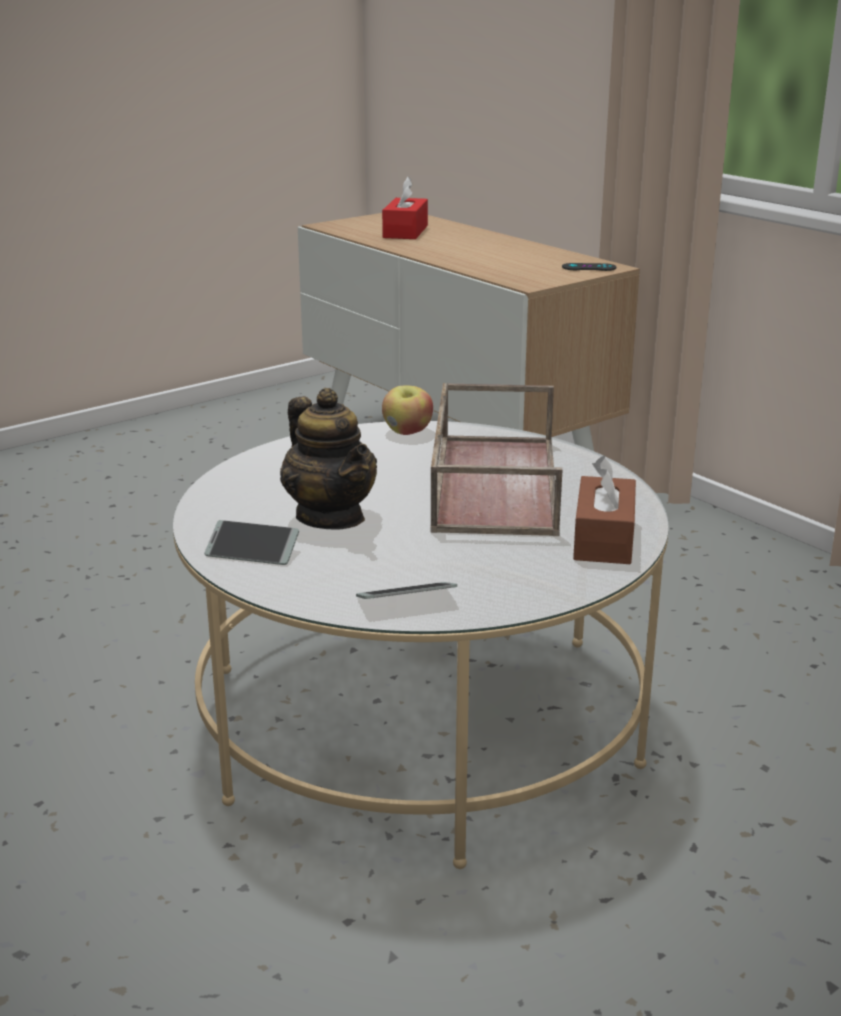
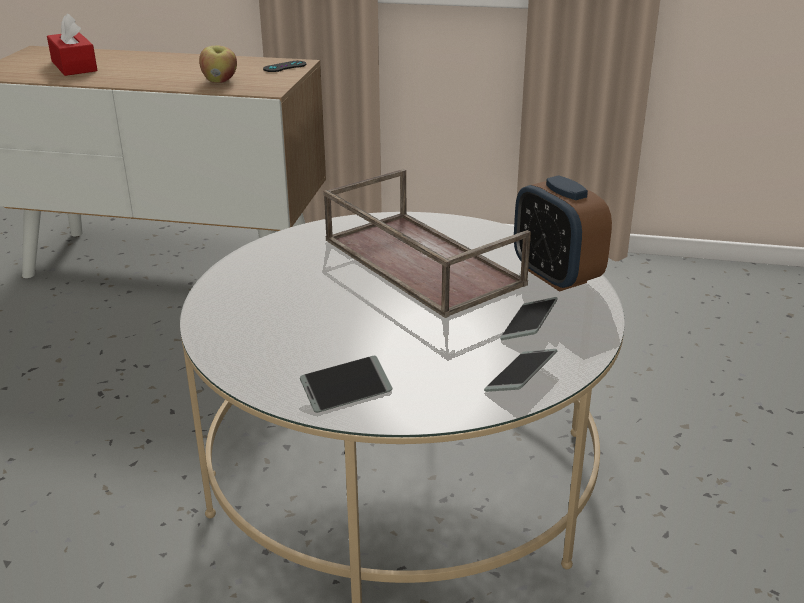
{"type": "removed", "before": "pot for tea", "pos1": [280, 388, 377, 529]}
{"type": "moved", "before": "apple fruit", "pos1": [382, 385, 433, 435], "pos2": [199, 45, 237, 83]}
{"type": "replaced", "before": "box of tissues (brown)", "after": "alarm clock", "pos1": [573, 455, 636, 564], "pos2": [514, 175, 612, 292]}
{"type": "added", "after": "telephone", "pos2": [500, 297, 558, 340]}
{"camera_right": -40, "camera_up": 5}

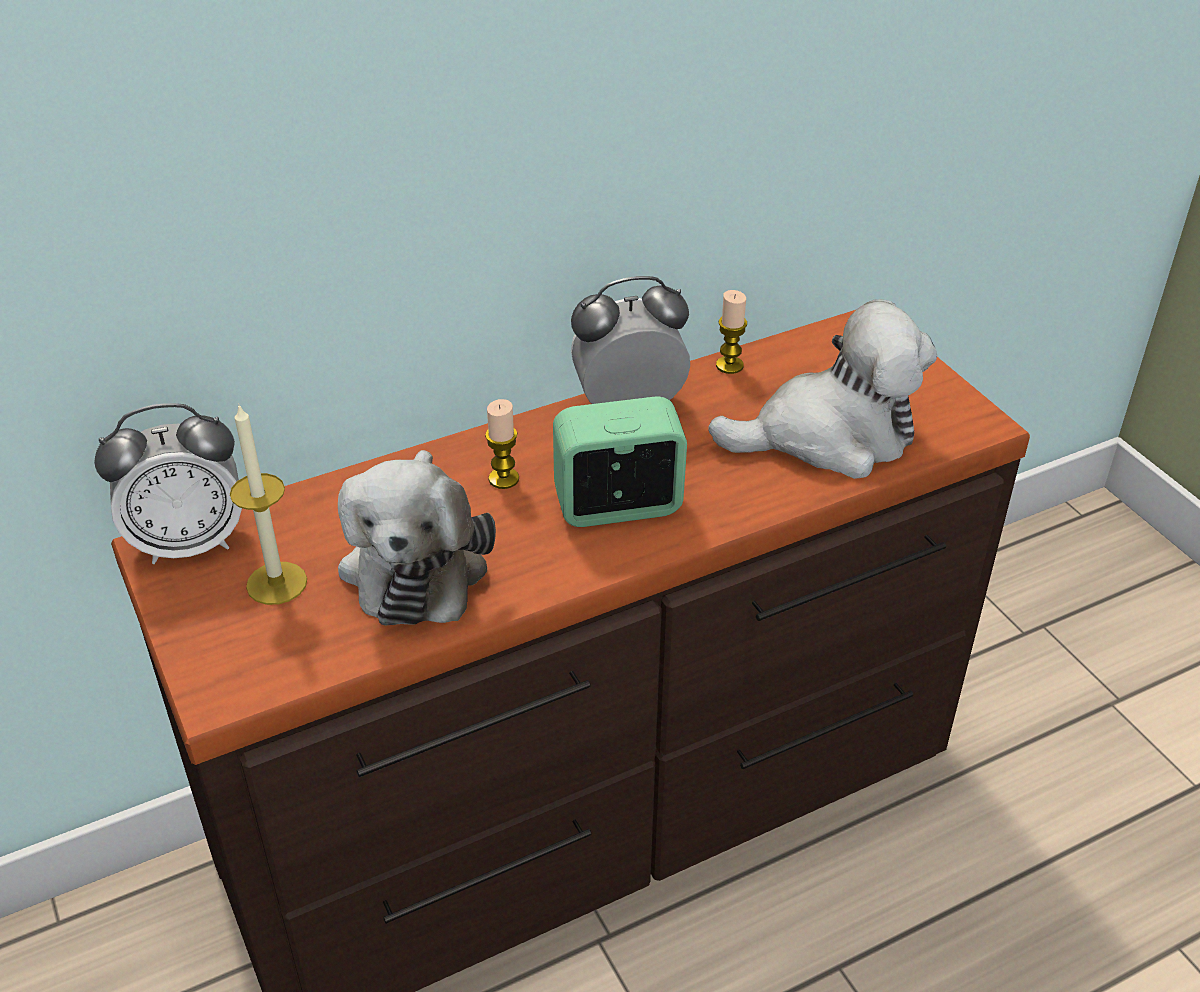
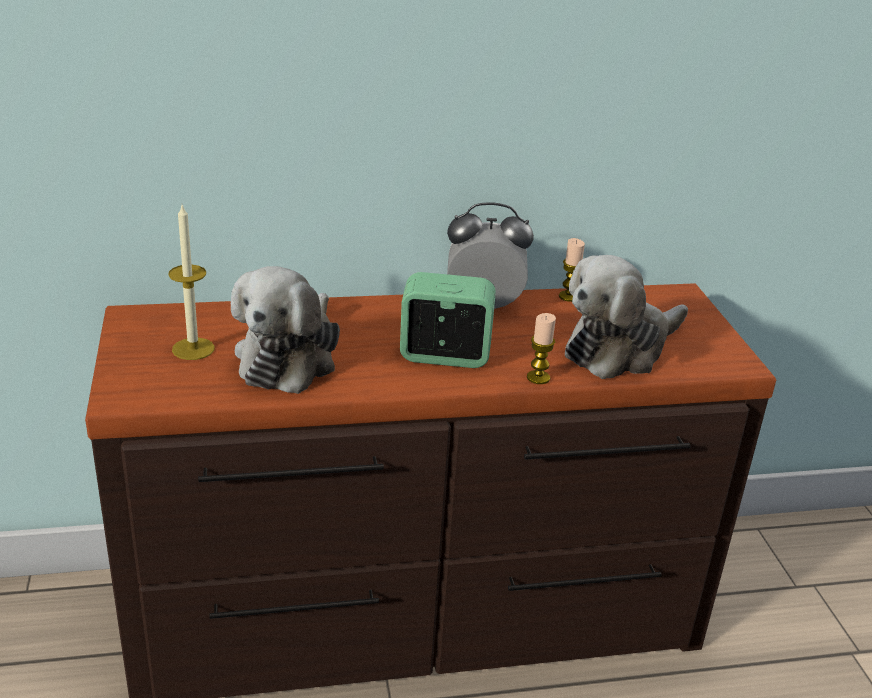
{"type": "removed", "before": "alarm clock", "pos1": [94, 403, 242, 564]}
{"type": "moved", "before": "candle", "pos1": [485, 399, 519, 489], "pos2": [527, 313, 556, 384]}
{"type": "turned", "before": "cuddly toy", "pos1": [708, 299, 937, 479], "pos2": [565, 255, 688, 379], "turn": 135}
{"camera_right": 15, "camera_up": -10}

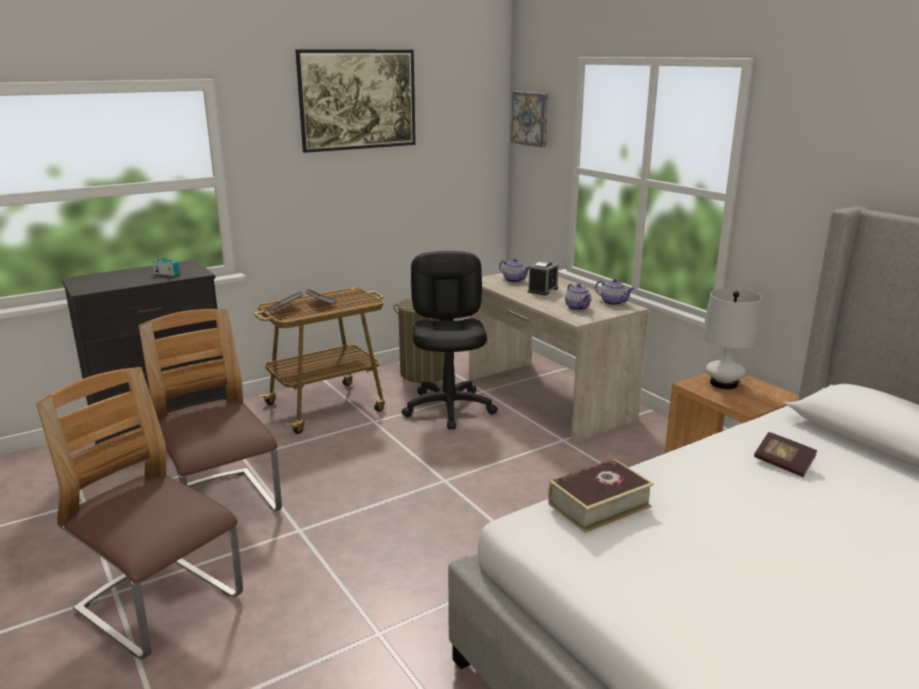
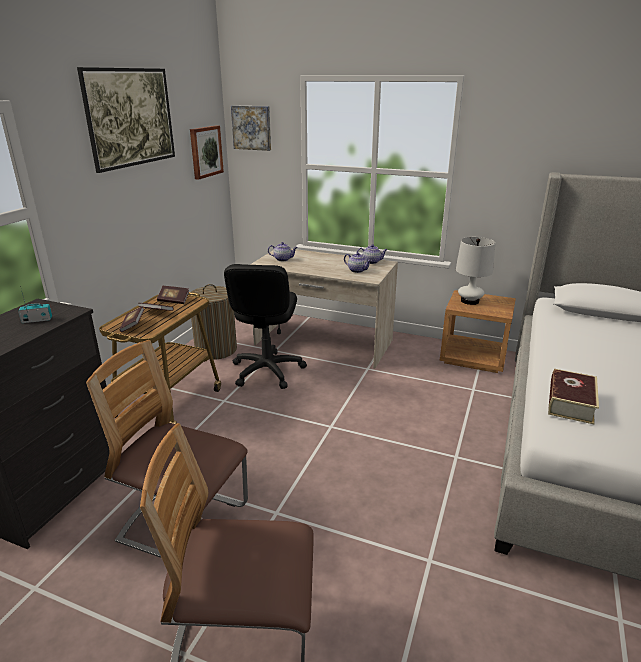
{"type": "turned", "before": "office chair (black)", "pos1": [402, 251, 498, 429], "pos2": [224, 264, 307, 389], "turn": -135}
{"type": "removed", "before": "alarm clock", "pos1": [528, 261, 559, 296]}
{"type": "moved", "before": "bound book", "pos1": [754, 432, 817, 477], "pos2": [157, 286, 189, 304]}
{"type": "added", "after": "picture", "pos2": [190, 125, 224, 180]}
{"camera_right": -35, "camera_up": 5}

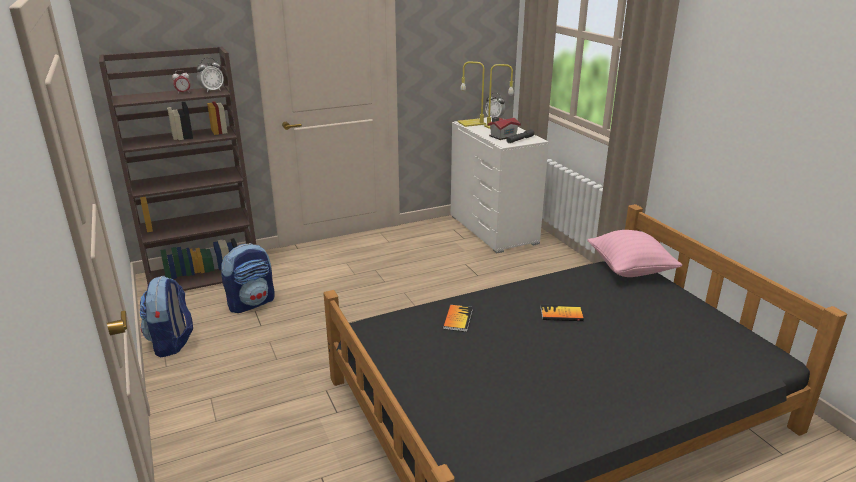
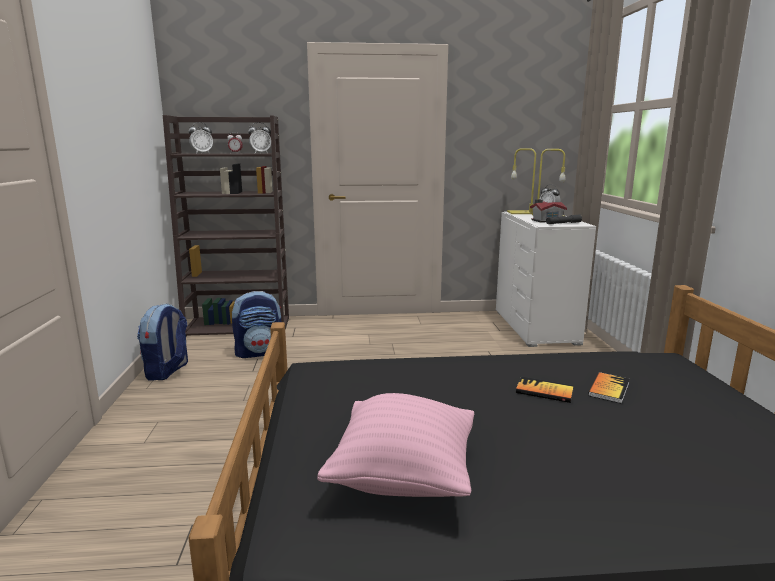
{"type": "moved", "before": "bound book", "pos1": [443, 305, 473, 332], "pos2": [588, 372, 630, 404]}
{"type": "moved", "before": "cushion (pinkish)", "pos1": [587, 230, 682, 277], "pos2": [317, 393, 474, 497]}
{"type": "added", "after": "alarm clock", "pos2": [188, 122, 213, 154]}
{"camera_right": 20, "camera_up": -10}

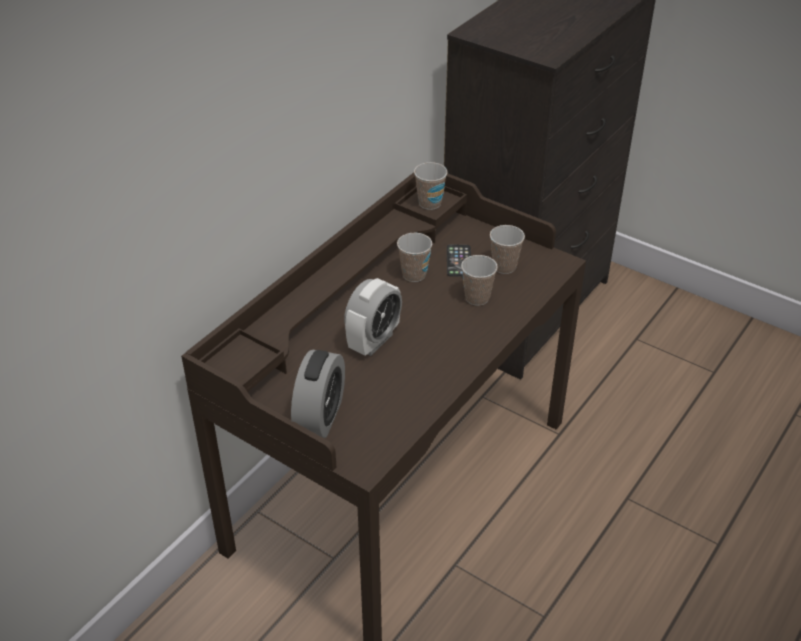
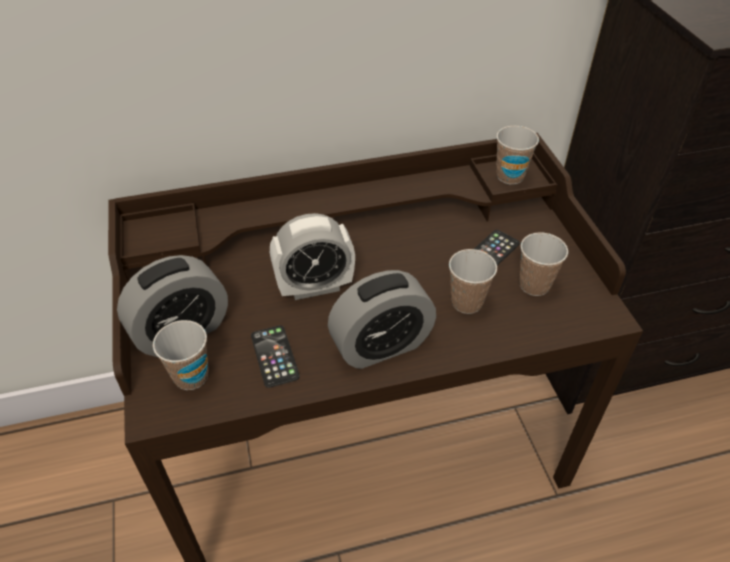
{"type": "moved", "before": "drinking cup", "pos1": [397, 233, 432, 282], "pos2": [153, 320, 209, 390]}
{"type": "added", "after": "telephone", "pos2": [251, 325, 300, 388]}
{"type": "added", "after": "alarm clock", "pos2": [328, 270, 436, 369]}
{"camera_right": 40, "camera_up": 5}

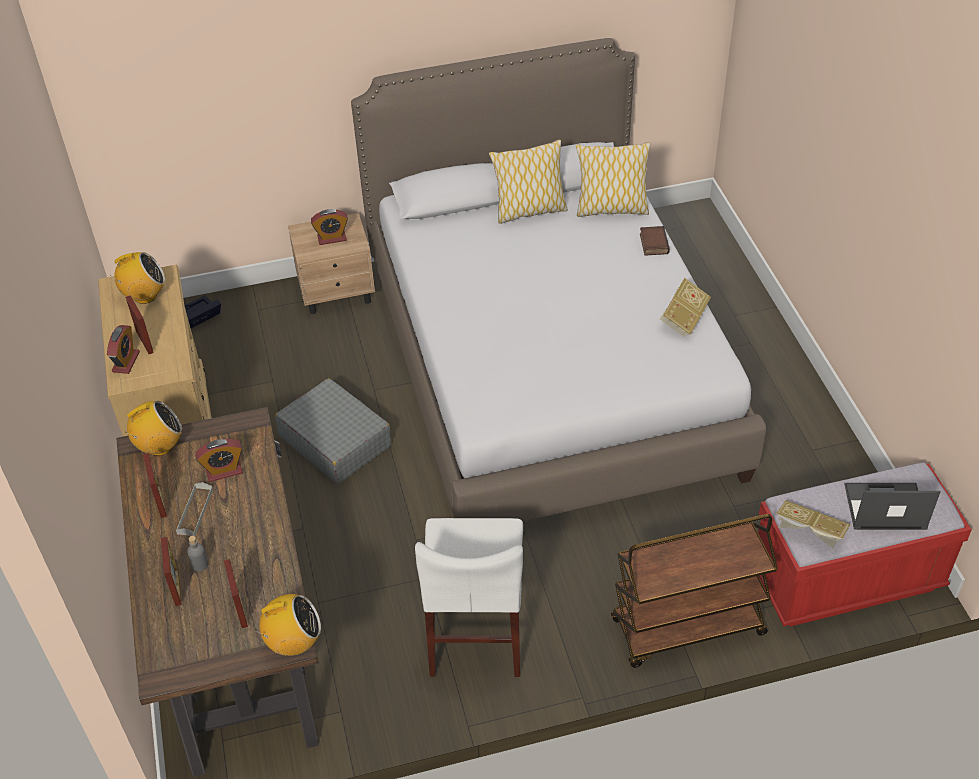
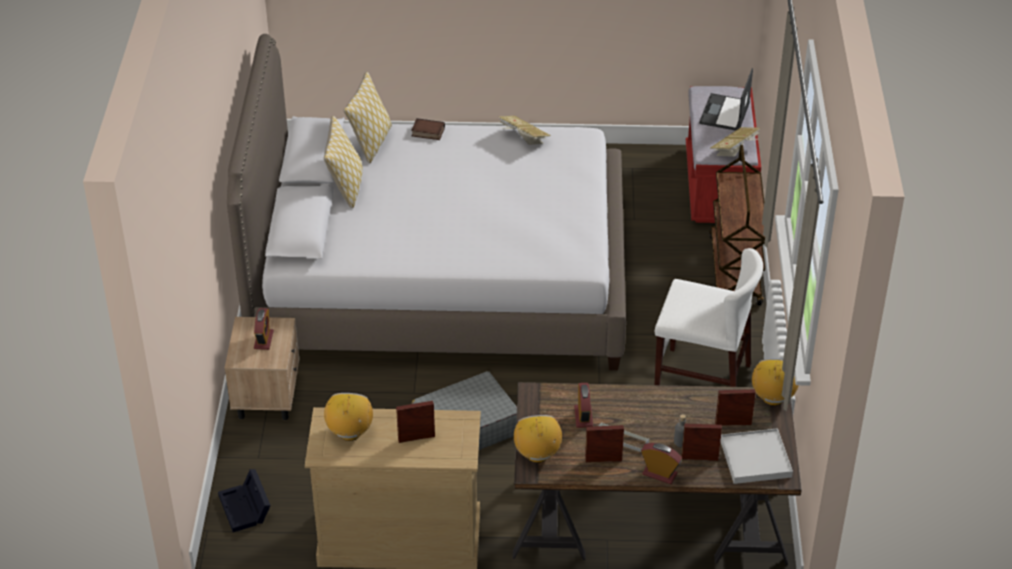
{"type": "moved", "before": "alarm clock", "pos1": [107, 325, 140, 374], "pos2": [641, 443, 682, 484]}
{"type": "added", "after": "serving tray (white-coloured)", "pos2": [720, 428, 793, 484]}
{"camera_right": -75, "camera_up": -5}

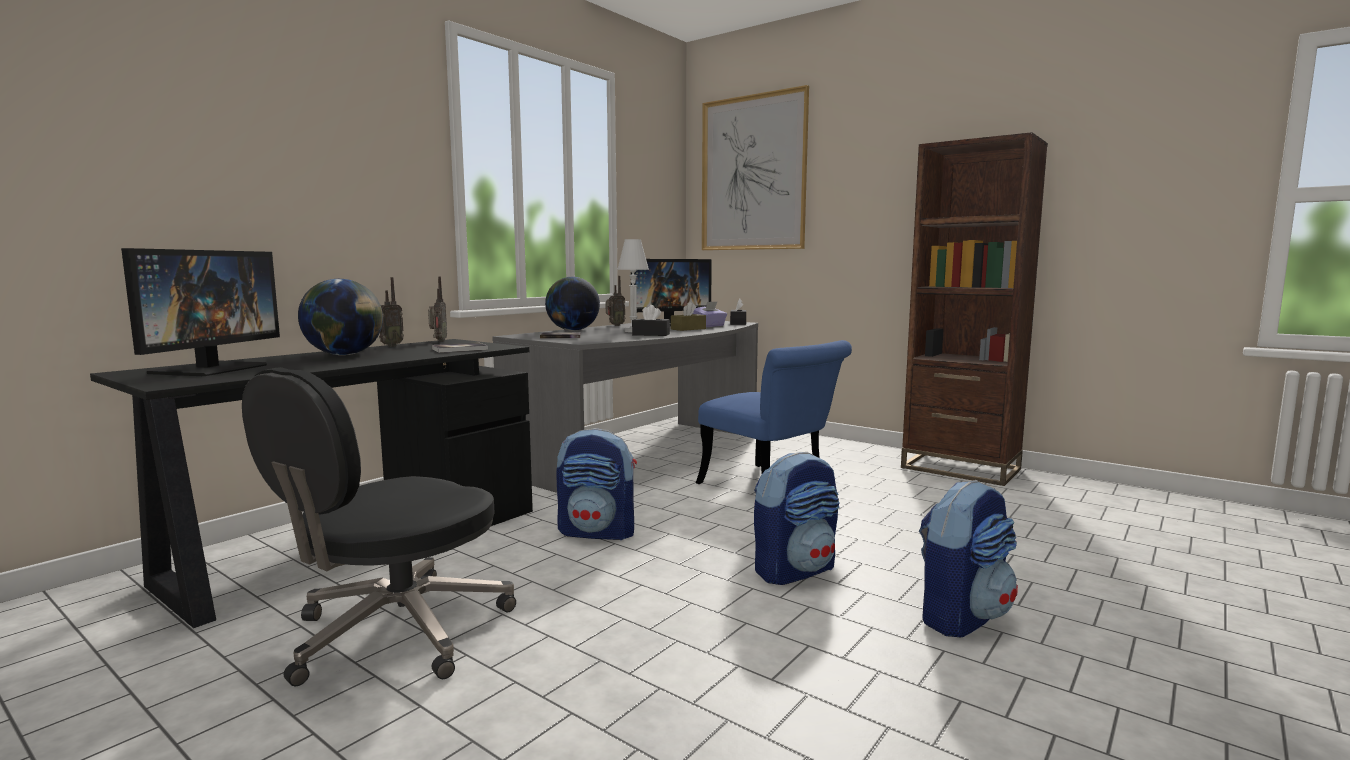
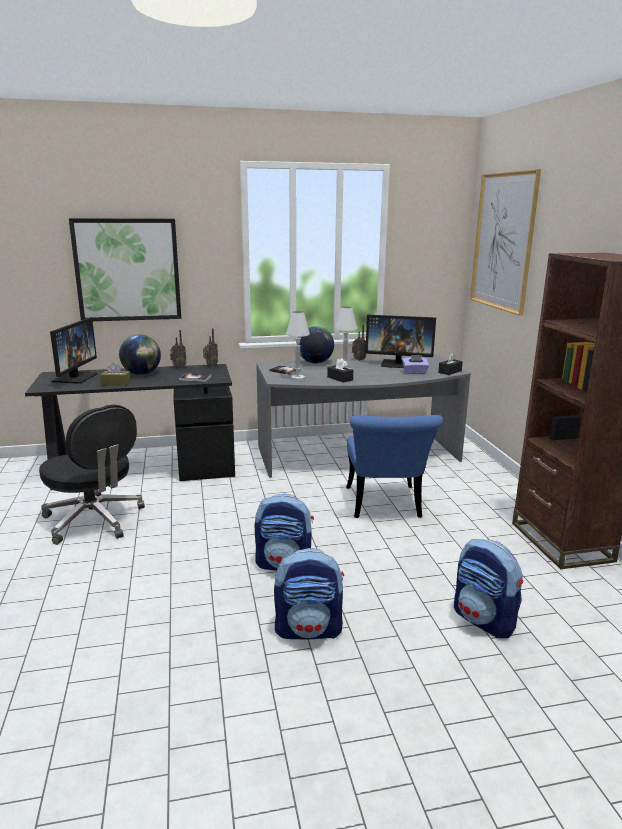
{"type": "turned", "before": "computer display", "pos1": [121, 248, 280, 376], "pos2": [50, 318, 98, 384], "turn": -45}
{"type": "turned", "before": "office chair (black)", "pos1": [242, 367, 516, 686], "pos2": [39, 404, 145, 545], "turn": -120}
{"type": "moved", "before": "rucksack", "pos1": [556, 428, 637, 541], "pos2": [454, 539, 523, 639]}
{"type": "moved", "before": "box of tissues (brown)", "pos1": [671, 302, 706, 331], "pos2": [100, 363, 131, 386]}
{"type": "added", "after": "picture", "pos2": [69, 218, 181, 321]}
{"type": "added", "after": "tabletop lamp (white-coloured)", "pos2": [286, 311, 310, 381]}
{"camera_right": 40, "camera_up": 10}

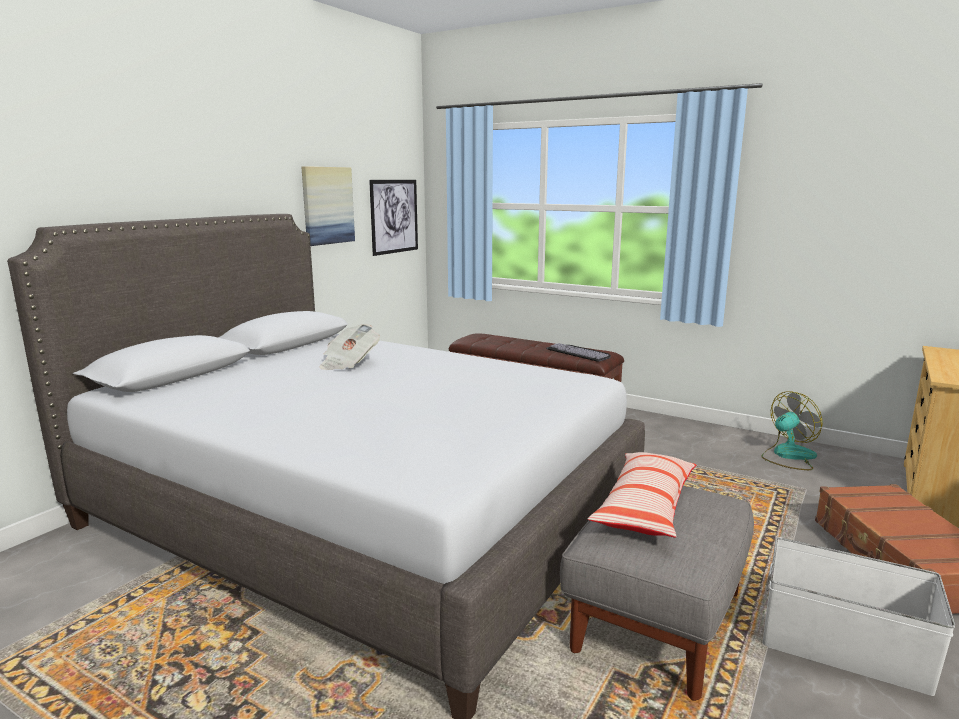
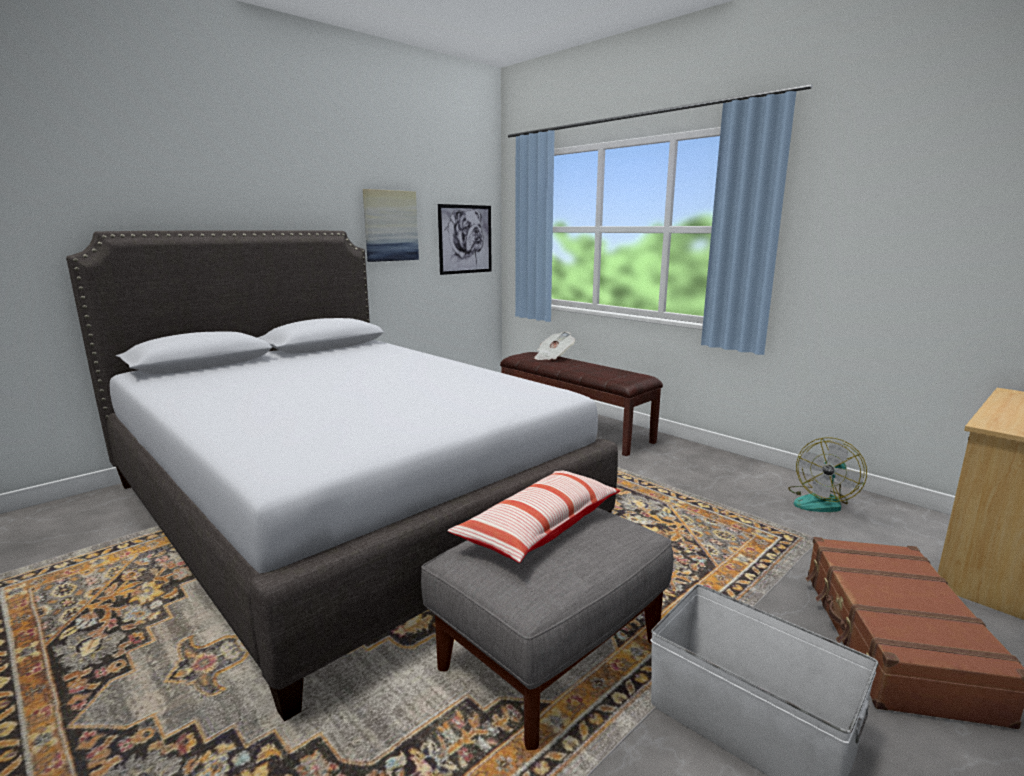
{"type": "moved", "before": "newspaper", "pos1": [319, 324, 380, 370], "pos2": [534, 332, 575, 360]}
{"type": "removed", "before": "computer keyboard", "pos1": [546, 343, 611, 362]}
{"type": "turned", "before": "cooling fan", "pos1": [762, 391, 822, 470], "pos2": [788, 437, 867, 512], "turn": 150}
{"camera_right": 15, "camera_up": 0}

